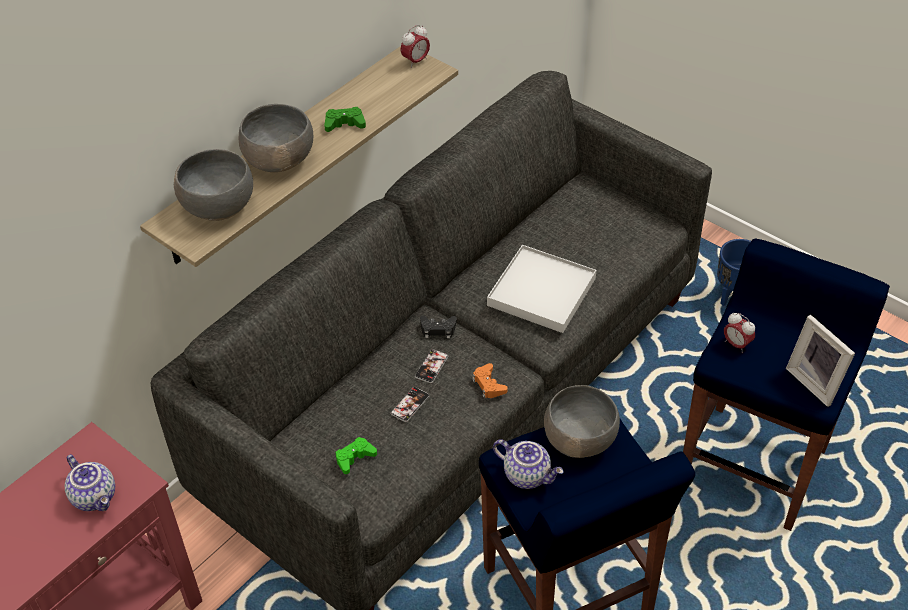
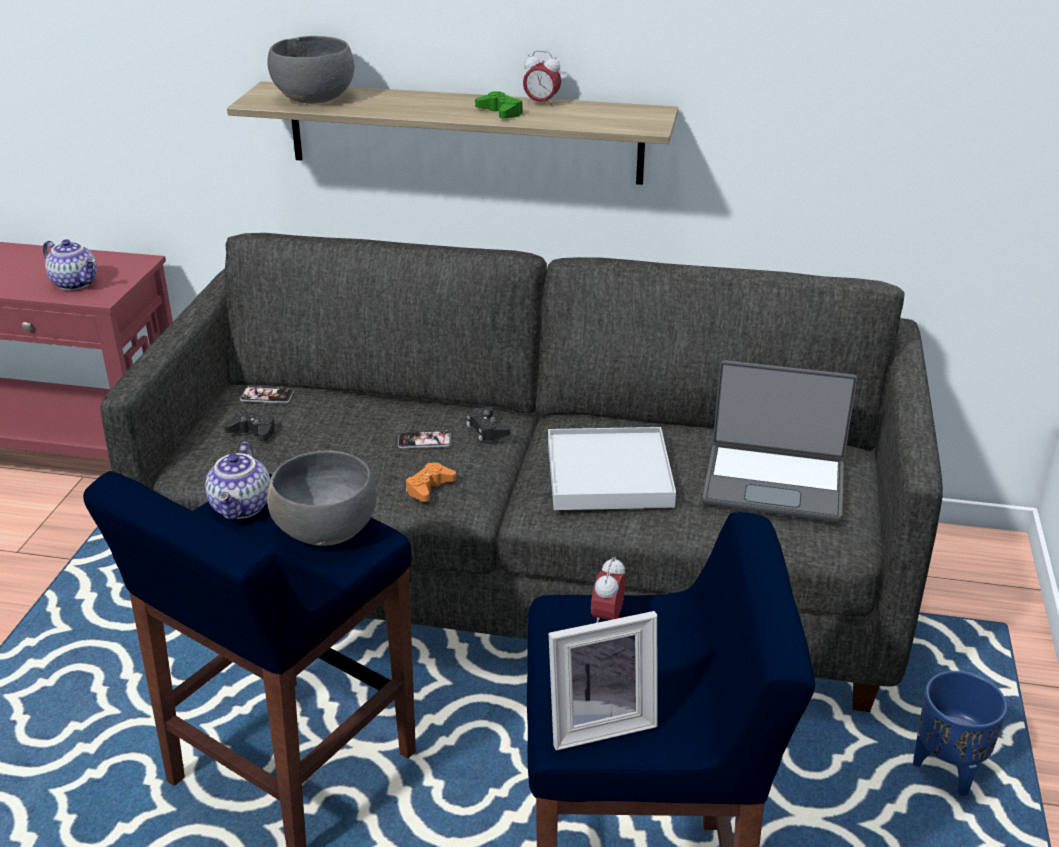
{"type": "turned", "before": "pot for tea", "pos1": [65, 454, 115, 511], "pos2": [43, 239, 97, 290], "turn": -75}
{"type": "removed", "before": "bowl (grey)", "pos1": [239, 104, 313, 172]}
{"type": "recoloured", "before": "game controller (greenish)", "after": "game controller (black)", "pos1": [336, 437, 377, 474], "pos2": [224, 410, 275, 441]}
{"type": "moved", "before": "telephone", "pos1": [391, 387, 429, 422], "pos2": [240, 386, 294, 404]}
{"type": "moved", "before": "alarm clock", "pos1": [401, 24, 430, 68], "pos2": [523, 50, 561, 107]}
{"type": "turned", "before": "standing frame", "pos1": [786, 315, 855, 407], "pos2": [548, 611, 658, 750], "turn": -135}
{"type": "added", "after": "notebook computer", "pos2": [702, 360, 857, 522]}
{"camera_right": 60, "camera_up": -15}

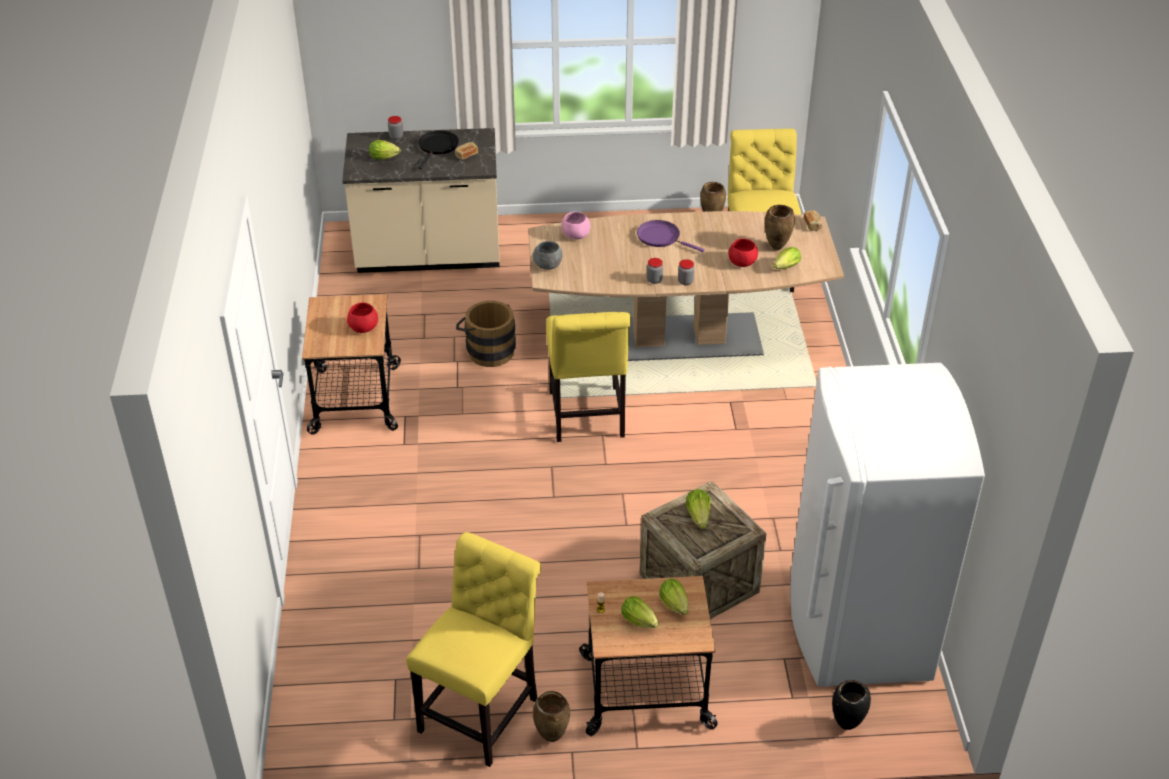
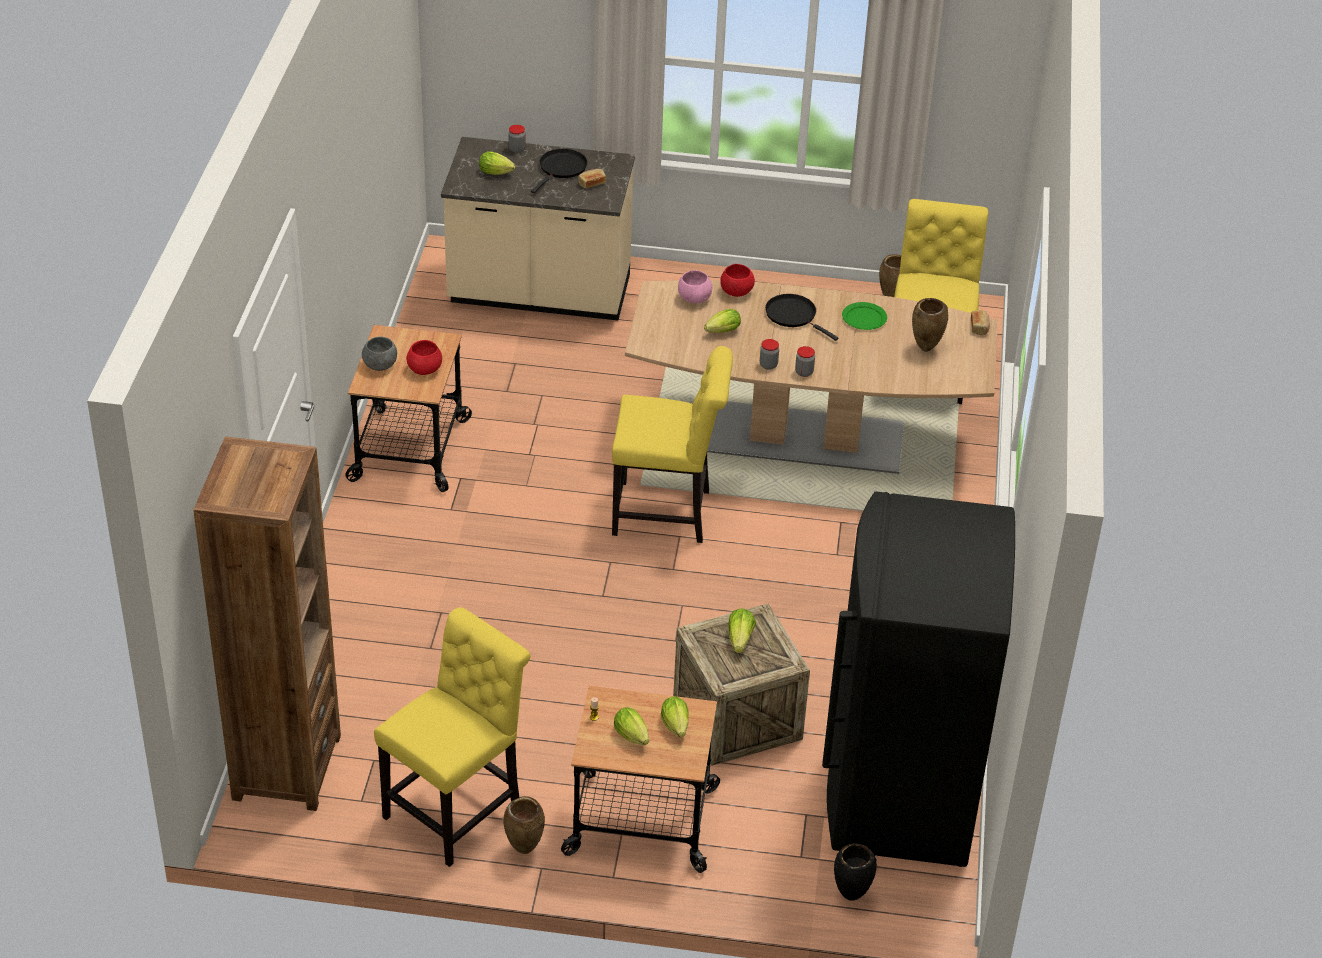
{"type": "removed", "before": "bucket (brown)", "pos1": [456, 301, 516, 367]}
{"type": "moved", "before": "bowl (grey)", "pos1": [533, 241, 562, 270], "pos2": [362, 337, 397, 371]}
{"type": "turned", "before": "upright chair (yellowish)", "pos1": [546, 312, 631, 442], "pos2": [612, 346, 733, 543], "turn": -90}
{"type": "recoloured", "before": "pan (purple-coloured)", "after": "pan (black)", "pos1": [637, 220, 705, 252], "pos2": [765, 294, 839, 341]}
{"type": "moved", "before": "bowl (red)", "pos1": [728, 239, 758, 267], "pos2": [720, 264, 755, 297]}
{"type": "moved", "before": "lettuce head", "pos1": [773, 247, 801, 269], "pos2": [704, 309, 741, 333]}
{"type": "recoloured", "before": "refrigerator (white-coloured)", "after": "refrigerator (black)", "pos1": [791, 363, 985, 687], "pos2": [822, 491, 1015, 867]}
{"type": "added", "after": "bookshelf (brown)", "pos2": [193, 437, 341, 811]}
{"type": "added", "after": "flat dish (greenish)", "pos2": [842, 302, 887, 330]}
{"camera_right": 10, "camera_up": 0}

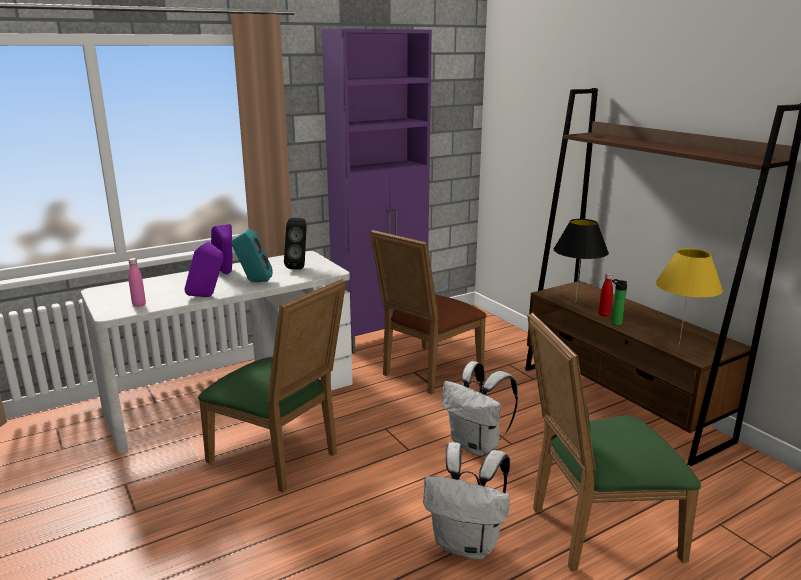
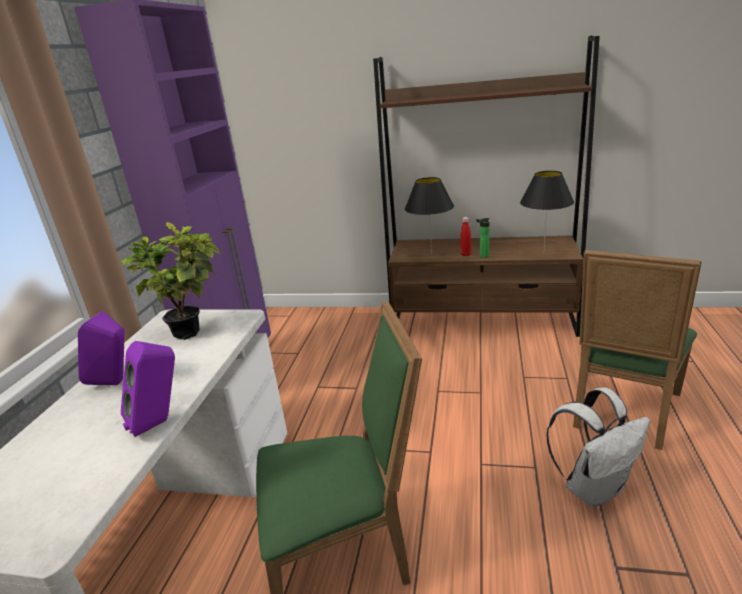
{"type": "removed", "before": "bottle (pinkish)", "pos1": [128, 258, 146, 307]}
{"type": "removed", "before": "speaker (turquoise-coloured)", "pos1": [232, 229, 273, 282]}
{"type": "replaced", "before": "speaker (black)", "after": "potted plant", "pos1": [284, 218, 306, 270], "pos2": [121, 222, 220, 340]}
{"type": "removed", "before": "upright chair (brown)", "pos1": [370, 230, 486, 394]}
{"type": "removed", "before": "rucksack (white-coloured)", "pos1": [442, 361, 518, 456]}
{"type": "recoloured", "before": "tabletop lamp (yellowish)", "after": "tabletop lamp (black)", "pos1": [655, 248, 723, 345], "pos2": [520, 171, 574, 251]}
{"camera_right": -45, "camera_up": 5}

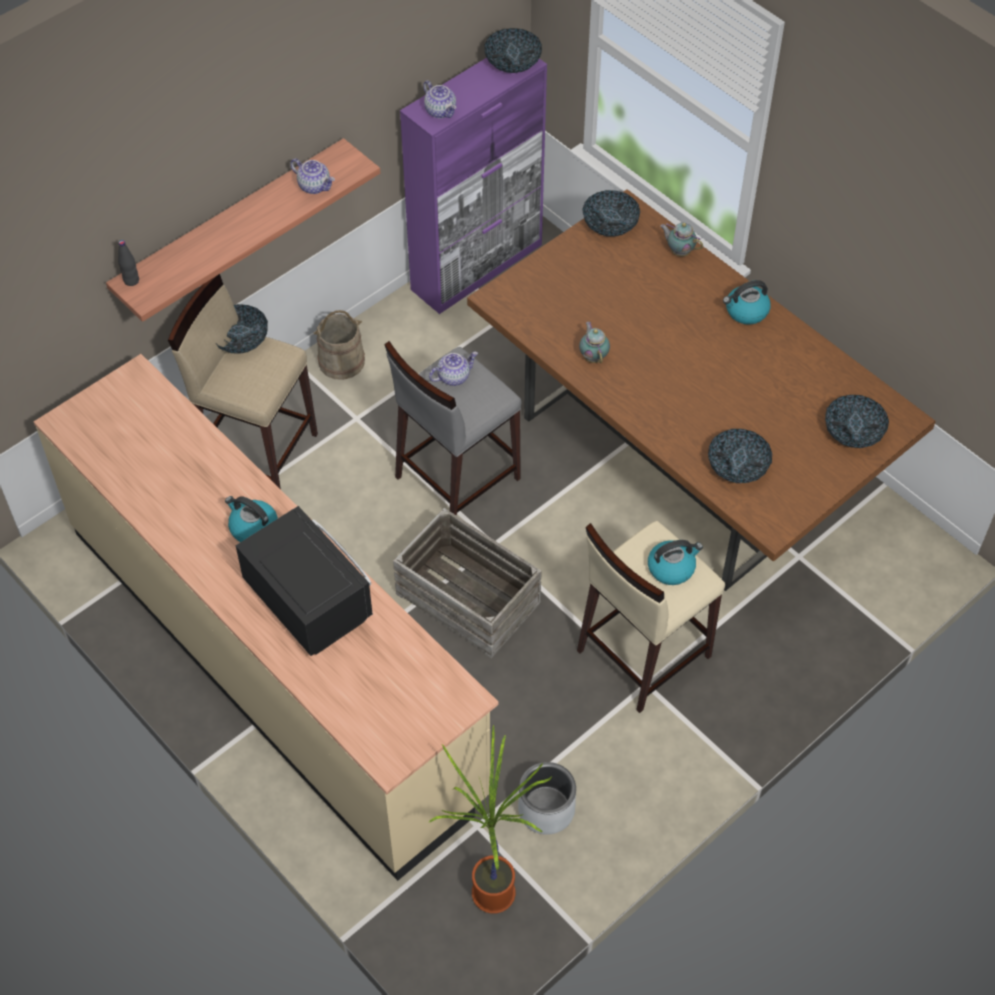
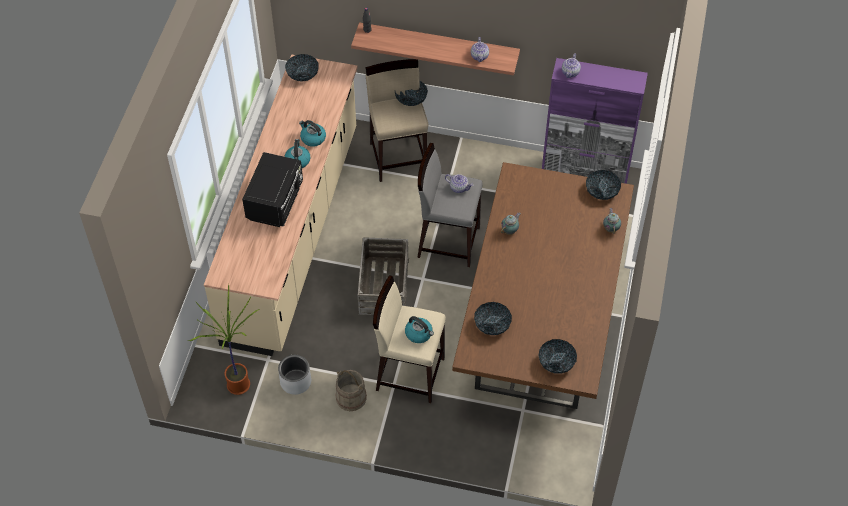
{"type": "moved", "before": "bucket (beige)", "pos1": [313, 310, 365, 380], "pos2": [335, 370, 367, 411]}
{"type": "moved", "before": "bowl", "pos1": [484, 28, 542, 73], "pos2": [285, 54, 319, 81]}
{"type": "moved", "before": "water kettle", "pos1": [723, 280, 771, 325], "pos2": [299, 120, 326, 147]}
{"camera_right": 55, "camera_up": 0}

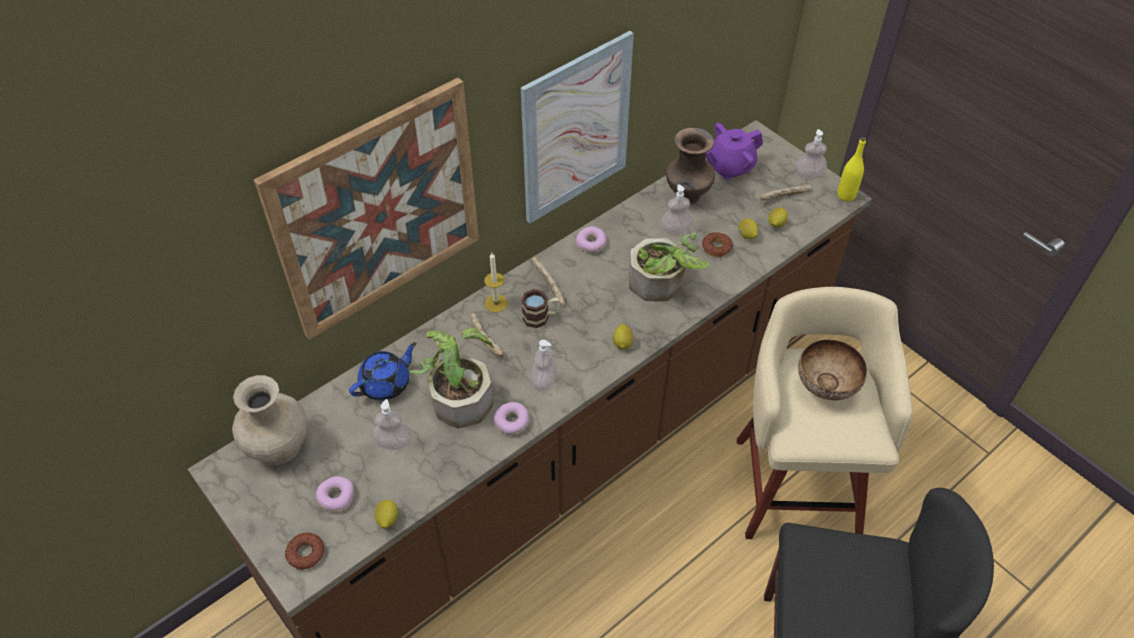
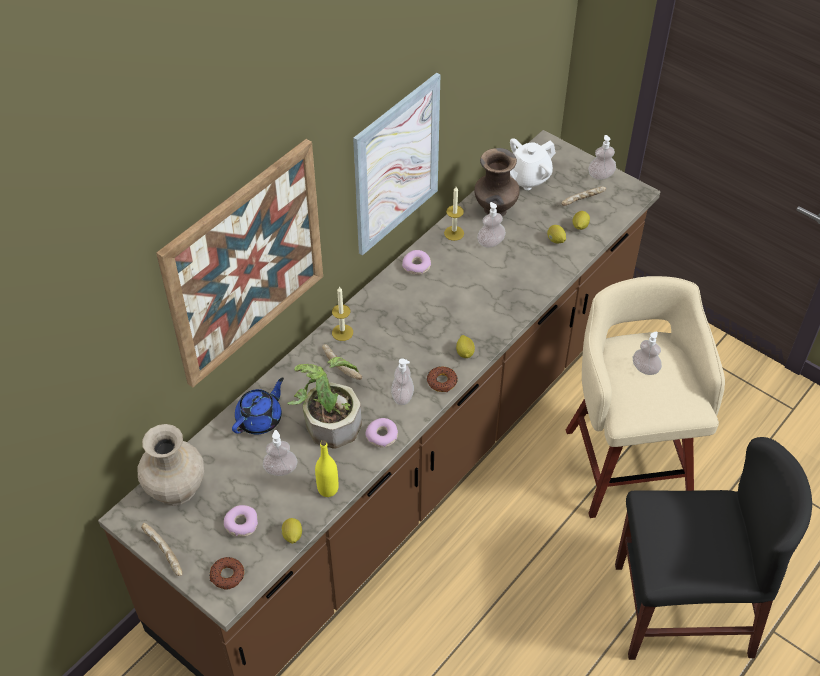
{"type": "removed", "before": "coffee mug", "pos1": [521, 289, 560, 328]}
{"type": "moved", "before": "bakery bread", "pos1": [531, 257, 565, 305], "pos2": [141, 523, 182, 576]}
{"type": "removed", "before": "potted plant", "pos1": [629, 233, 709, 302]}
{"type": "moved", "before": "doughnut", "pos1": [702, 232, 733, 257], "pos2": [427, 366, 458, 392]}
{"type": "recoloured", "before": "pot for tea (purple-coloured)", "after": "pot for tea (white-coloured)", "pos1": [706, 123, 763, 180], "pos2": [510, 138, 556, 190]}
{"type": "replaced", "before": "bowl", "after": "soap dispenser", "pos1": [798, 339, 867, 401], "pos2": [632, 332, 662, 375]}
{"type": "moved", "before": "bottle (yellowish)", "pos1": [837, 137, 866, 201], "pos2": [315, 440, 338, 497]}
{"type": "added", "after": "candle", "pos2": [444, 187, 464, 241]}
{"camera_right": -10, "camera_up": 0}

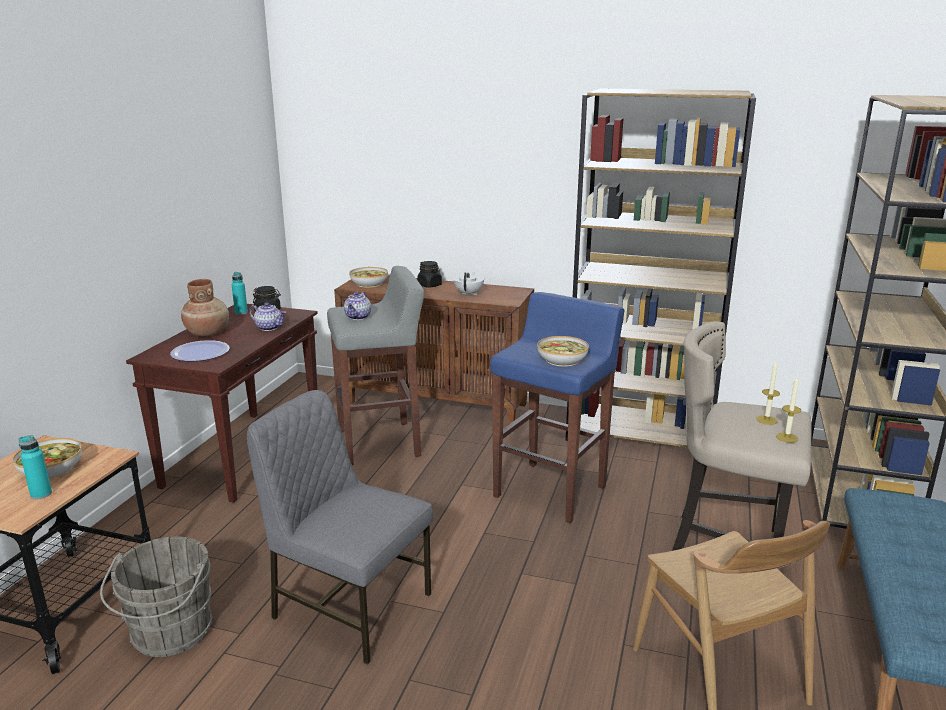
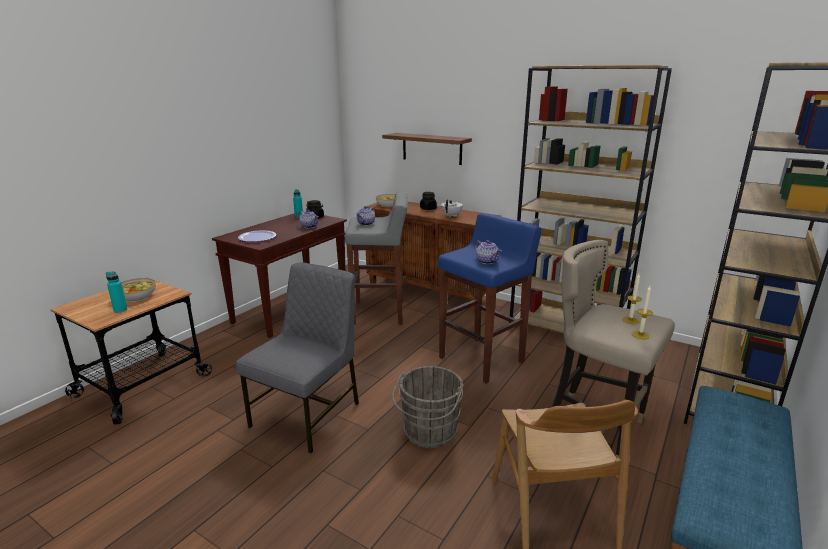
{"type": "moved", "before": "bucket (grey)", "pos1": [100, 537, 213, 657], "pos2": [392, 366, 463, 448]}
{"type": "removed", "before": "flower vase (brown)", "pos1": [181, 279, 229, 336]}
{"type": "turned", "before": "upright chair (grey)", "pos1": [247, 390, 433, 665], "pos2": [236, 262, 359, 453], "turn": 75}
{"type": "replaced", "before": "bowl", "after": "pot for tea", "pos1": [537, 336, 589, 366], "pos2": [475, 240, 502, 264]}
{"type": "added", "after": "bracket shelf", "pos2": [382, 133, 472, 165]}
{"camera_right": 15, "camera_up": 0}

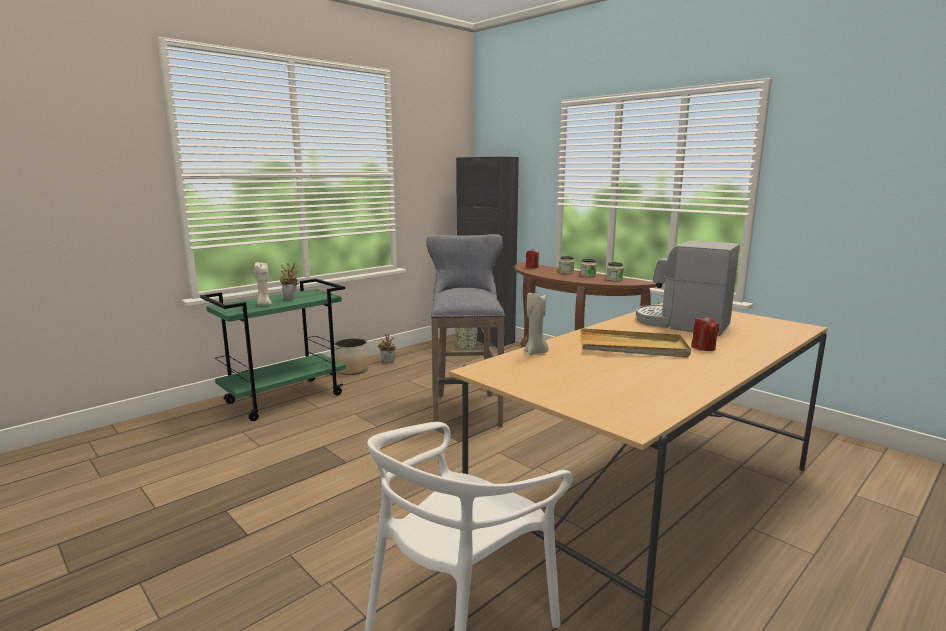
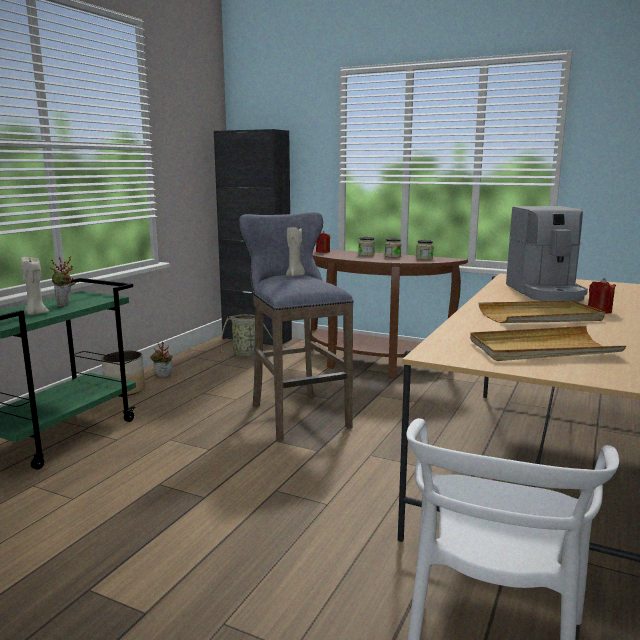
{"type": "moved", "before": "candle (beige)", "pos1": [524, 293, 549, 355], "pos2": [286, 227, 305, 277]}
{"type": "turned", "before": "coffee machine", "pos1": [636, 240, 739, 336], "pos2": [506, 206, 588, 302], "turn": -105}
{"type": "added", "after": "serving tray (beige)", "pos2": [470, 326, 626, 361]}
{"camera_right": -20, "camera_up": 0}

